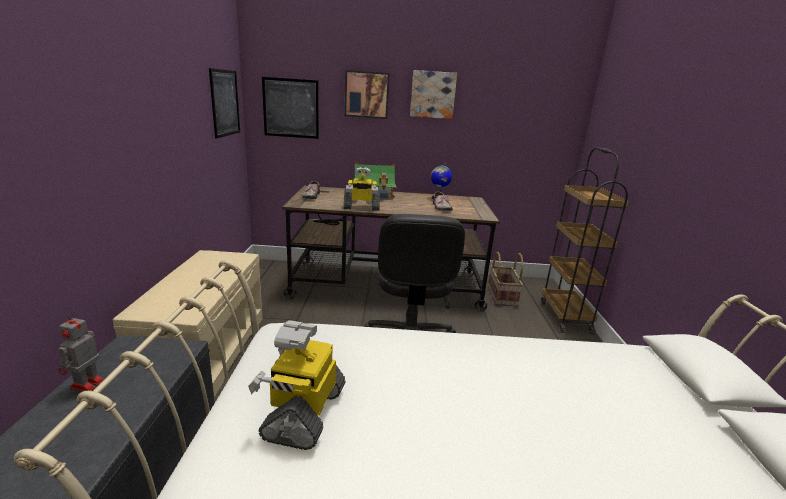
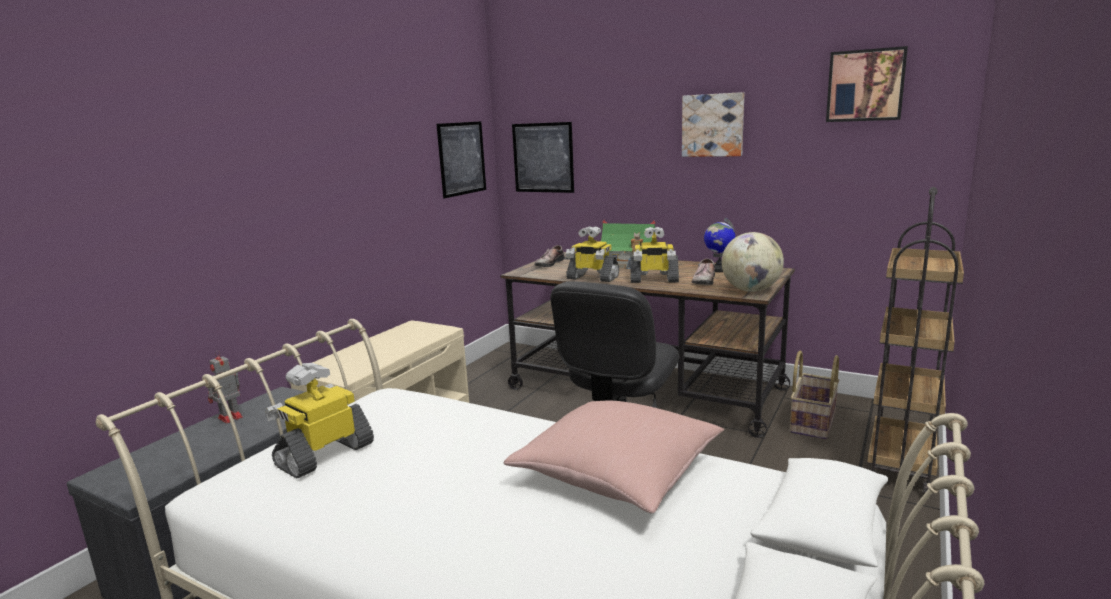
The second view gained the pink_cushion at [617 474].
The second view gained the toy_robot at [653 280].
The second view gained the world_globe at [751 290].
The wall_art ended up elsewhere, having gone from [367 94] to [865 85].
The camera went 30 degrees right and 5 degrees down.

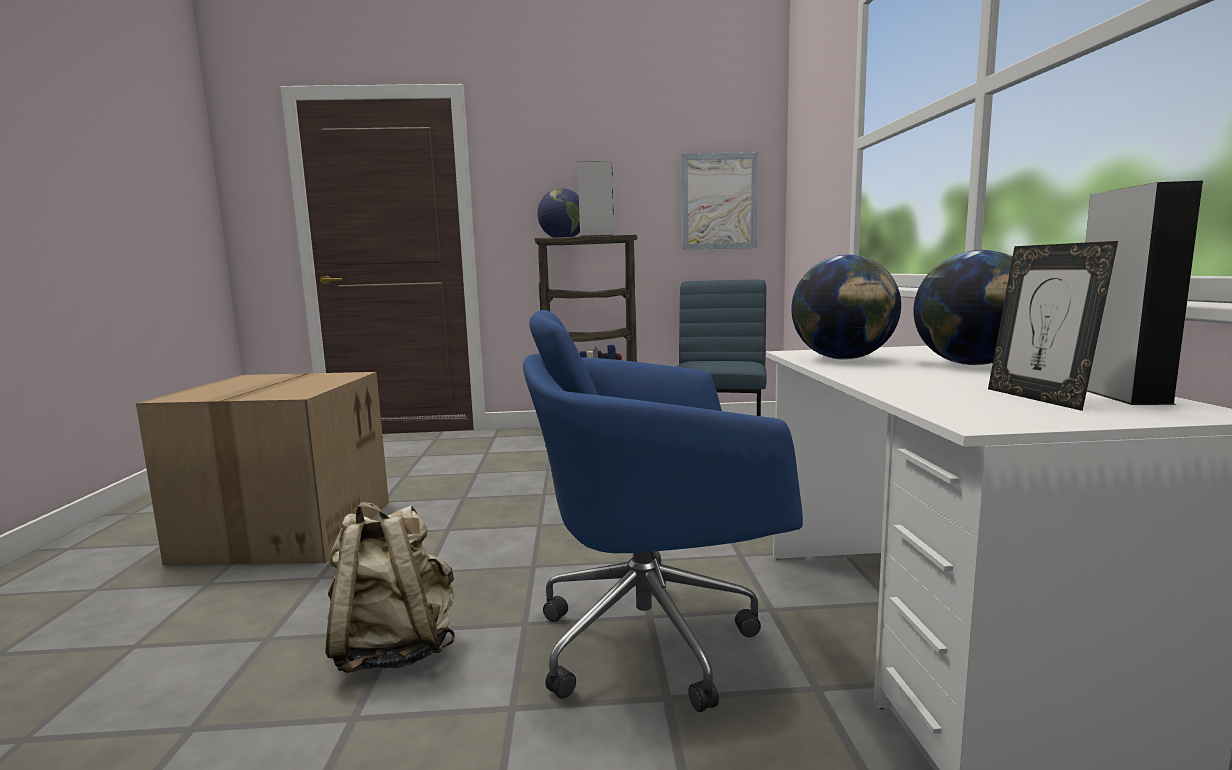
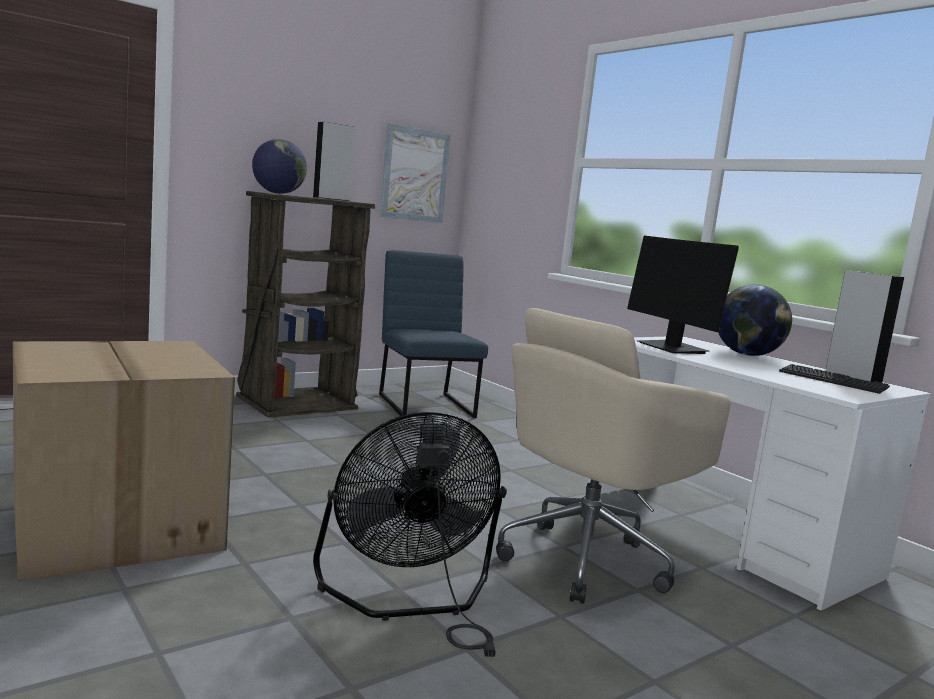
Where the beige_rucksack stood at [394 650], the black_cooling_fan came to stand at [420 602].
Where the world_globe stood at [843 359], the computer_screen came to stand at [671 348].
Where the photo_frame stood at [1039 398], the keyboard came to stand at [832 381].
What was the bluish_desk_chair at [657 641] turned into the beige_desk_chair at [589 560].
The camera went 35 degrees left and 0 degrees up.

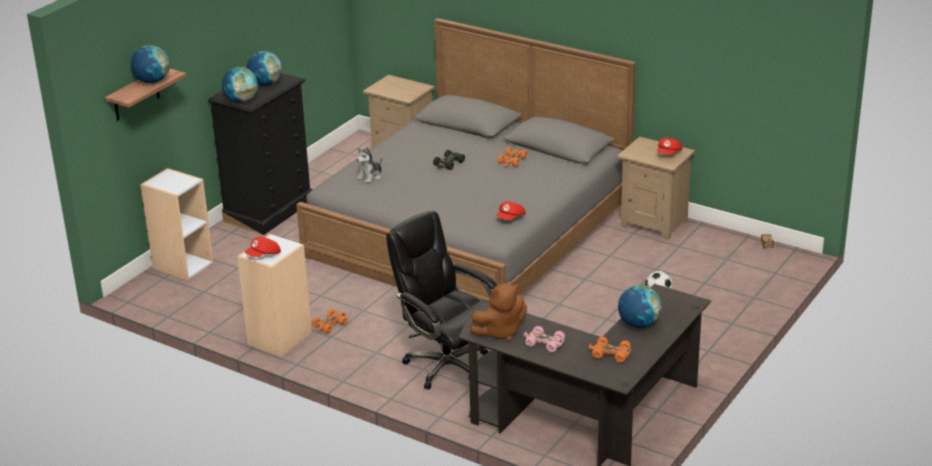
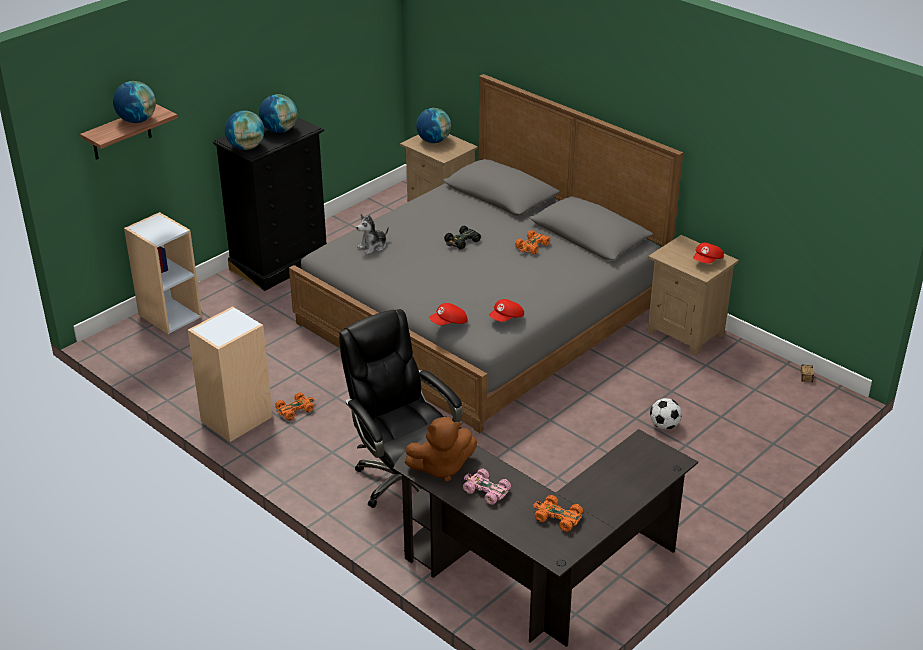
The red_peaked_cap ended up elsewhere, having gone from [264 255] to [449 323].
The world_globe ended up elsewhere, having gone from [639 324] to [433 141].
The camera went 10 degrees right and 5 degrees up.

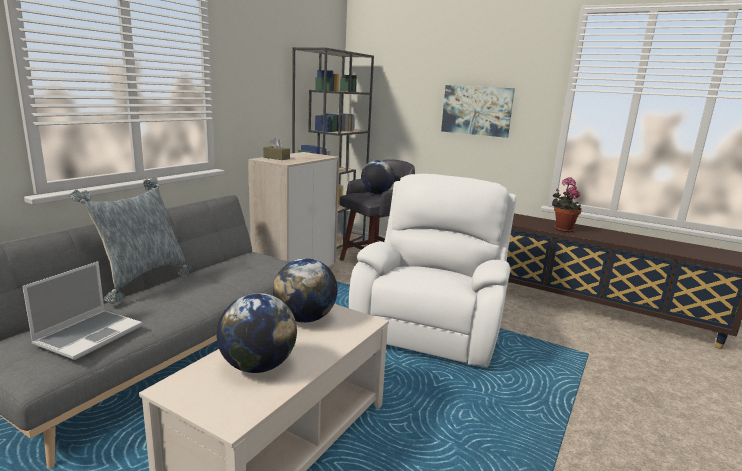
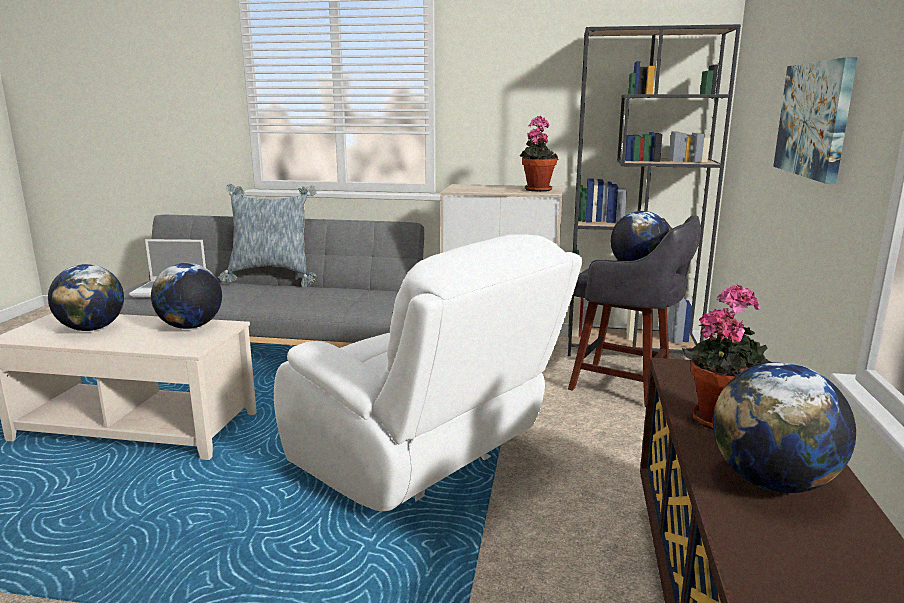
The second view lost the brown_tissue_box at [276 158].
The second view gained the houseplant at [537 189].
The second view gained the world_globe at [772 482].
The whitish_easy_chair at [430 329] ended up facing another way, 45 degrees clockwise from before.
The camera went 70 degrees right and 0 degrees up.

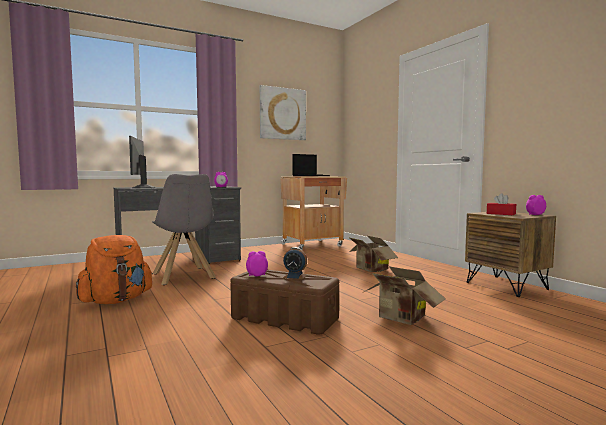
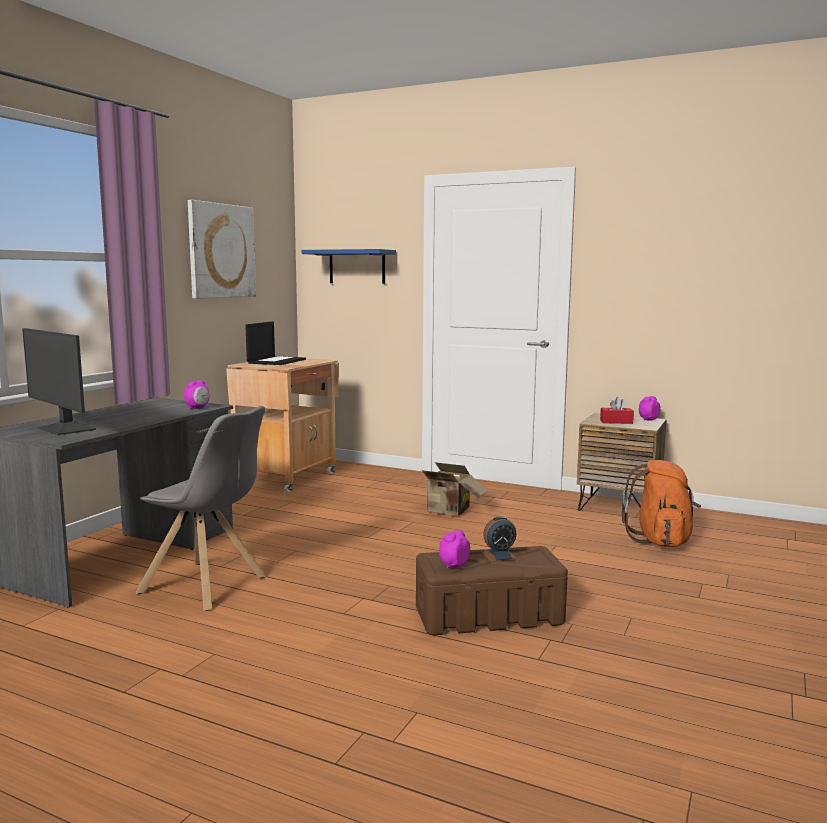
The second view lost the packing_box at [401 319].
The second view gained the bluish_shelf at [357 267].
The orange_rucksack ended up elsewhere, having gone from [116 300] to [660 541].
The camera went 35 degrees left and 5 degrees up.

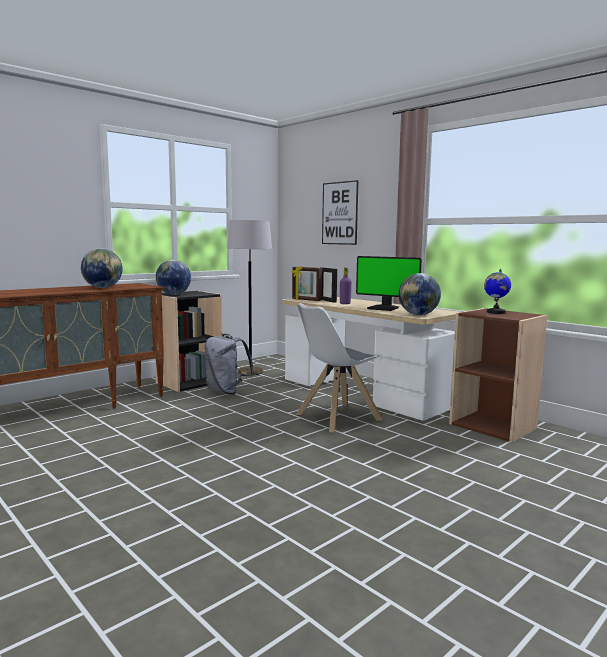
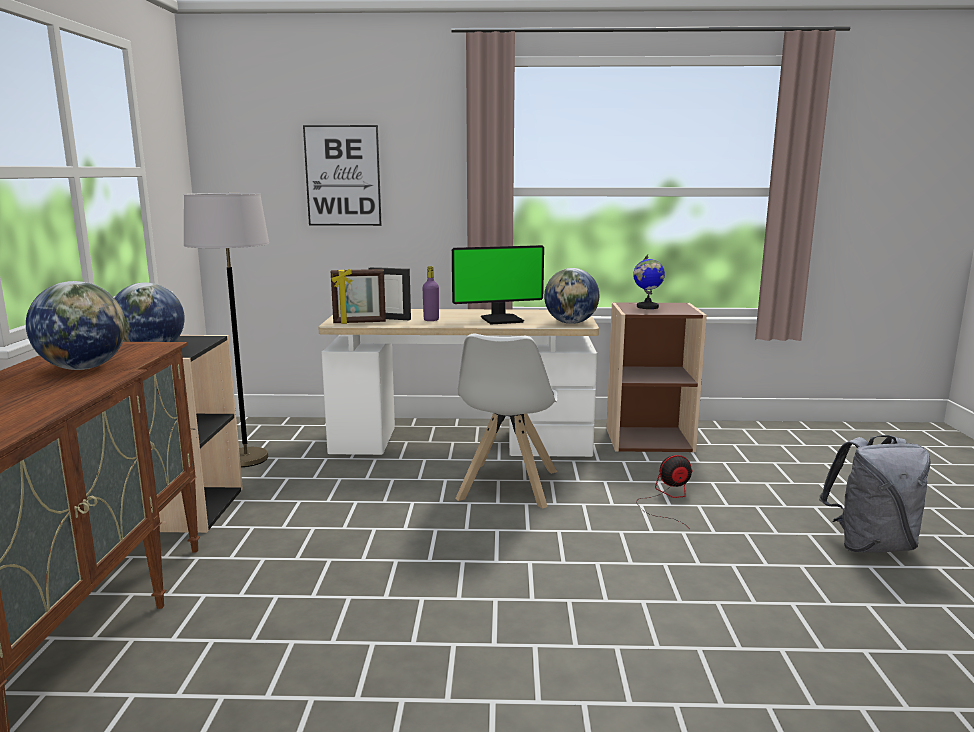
The second view gained the cooling_fan at [668 499].
The greyish_rucksack ended up elsewhere, having gone from [227 392] to [870 545].
The camera went 45 degrees left and 5 degrees up.

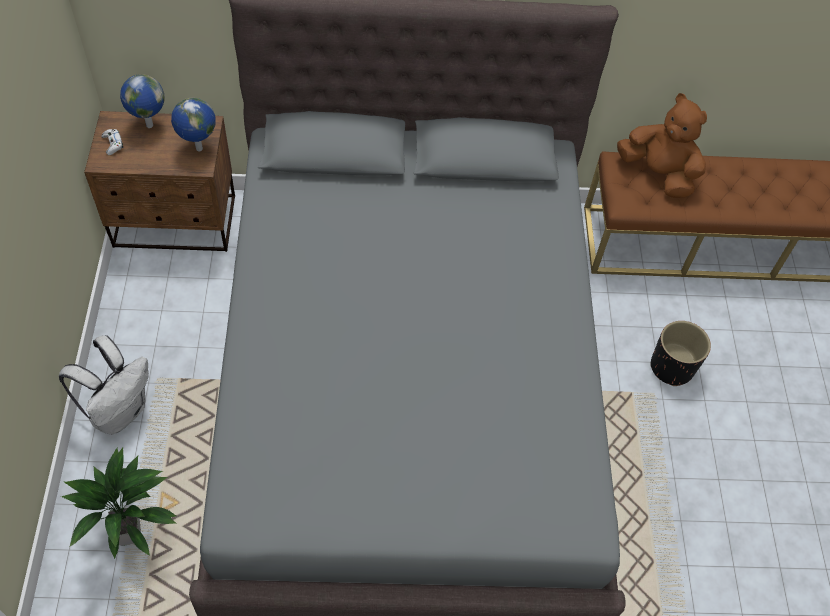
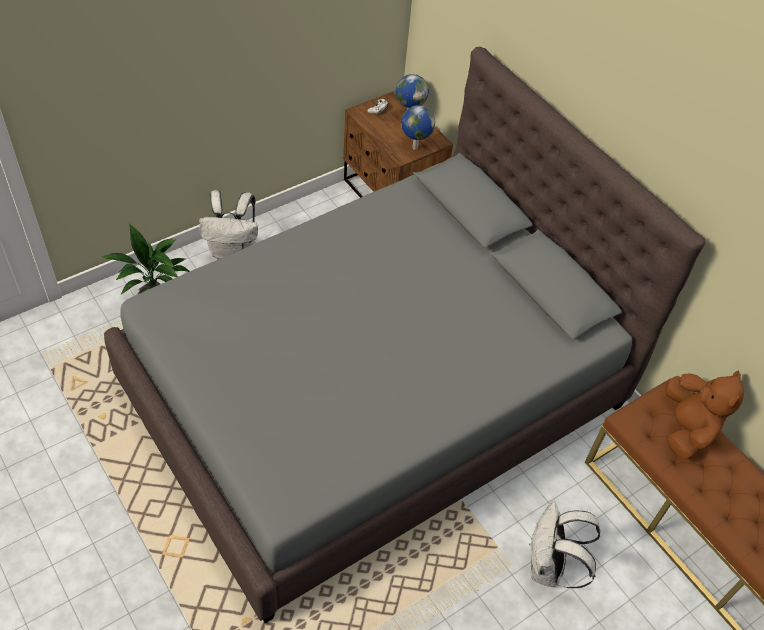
Where the black_flower_pot stood at [672 367], the whitish_rucksack came to stand at [548 567].
The camera went 55 degrees right and 5 degrees down.

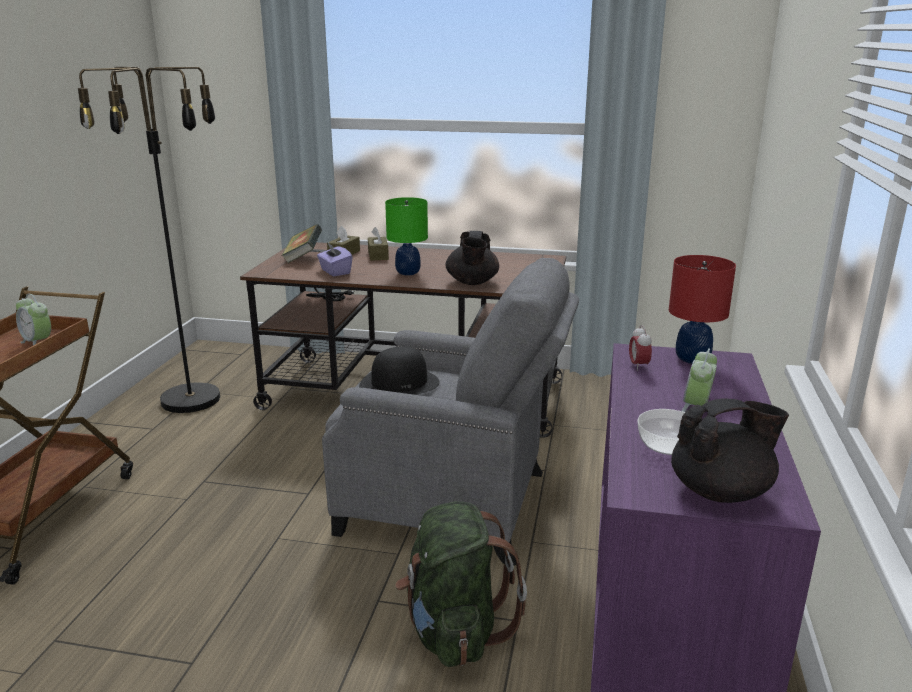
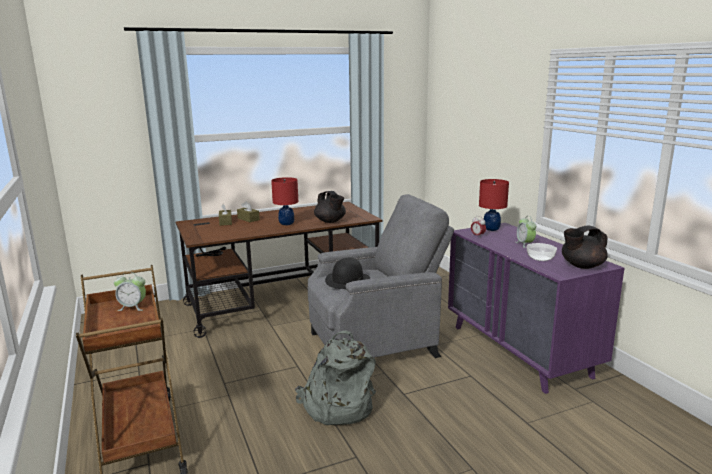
The second view lost the standing_lamp at [189 400].
The second view lost the volume at [303 258].
The second view lost the purple-coloured_tissue_box at [335 272].
The second view lost the greenish_rucksack at [454 631].
The second view gained the greyish_rucksack at [336 406].
What was the greenish_lamp_for_a_table at [408 273] turned into the red_lamp_for_a_table at [287 224].
The black_teapot at [721 491] ended up facing another way, 150 degrees counterclockwise from before.
The camera went 35 degrees left and 5 degrees down.

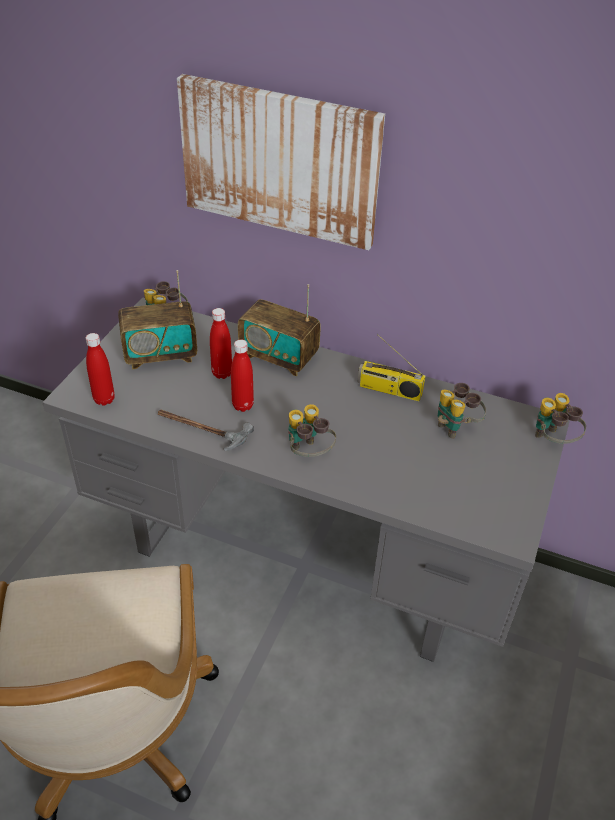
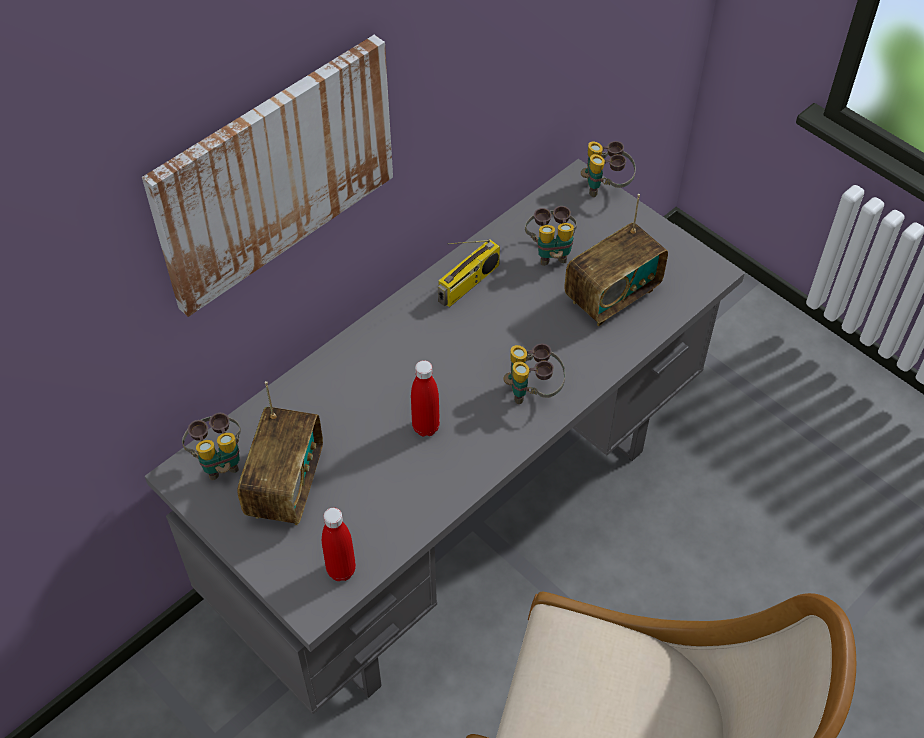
The second view lost the tool_hammer at [200 429].
The second view lost the red_beverage_bottle at [222 373].
The radio_set ended up elsewhere, having gone from [279 357] to [612 295].
The camera went 65 degrees left and 10 degrees up.

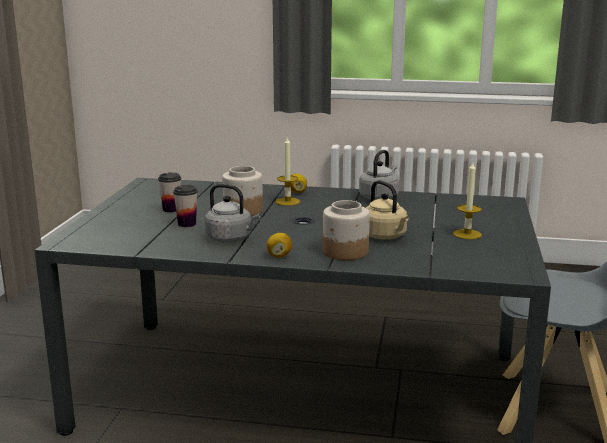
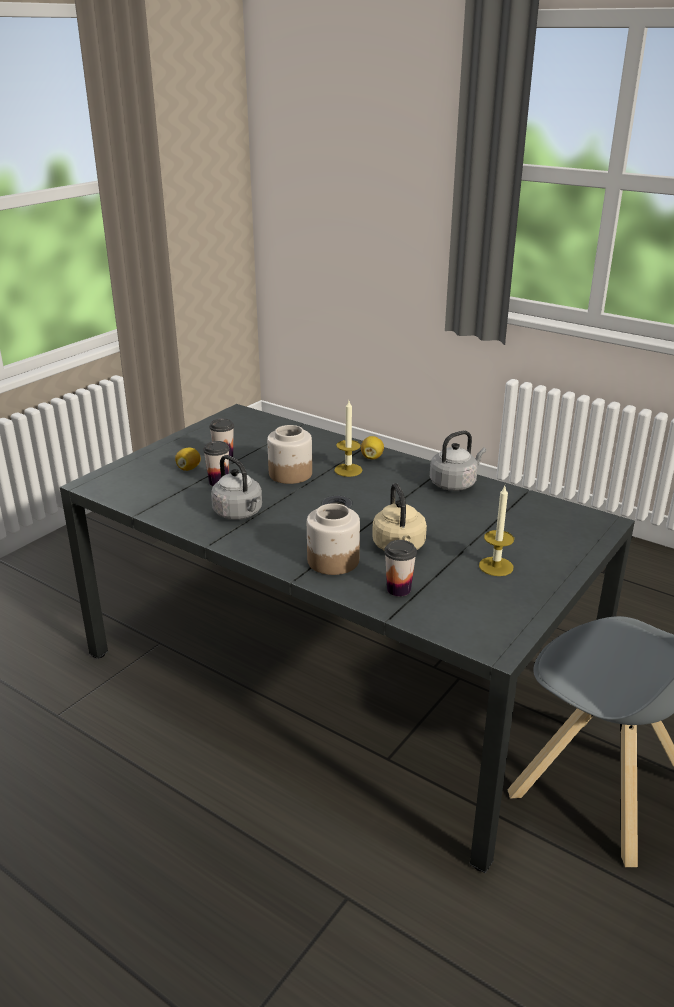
The second view gained the cup at [398 589].
The citrus_fruit ended up elsewhere, having gone from [279 256] to [188 468].
The camera went 25 degrees right and 10 degrees up.

